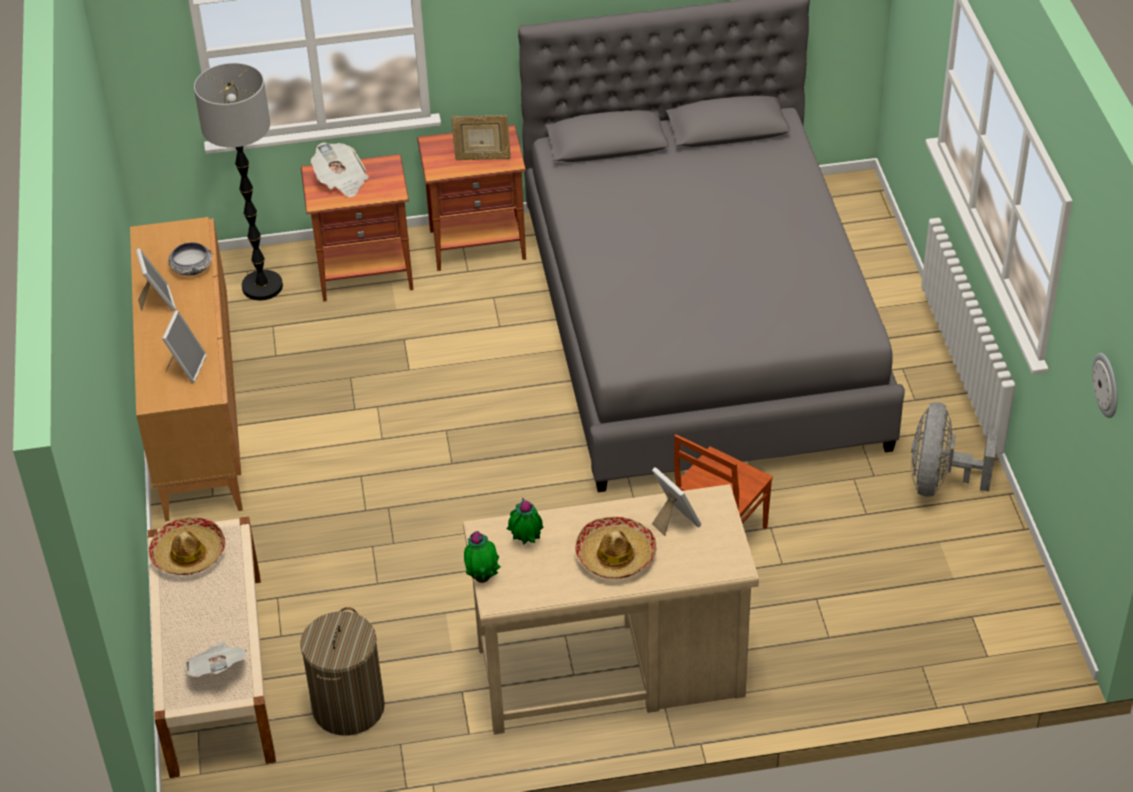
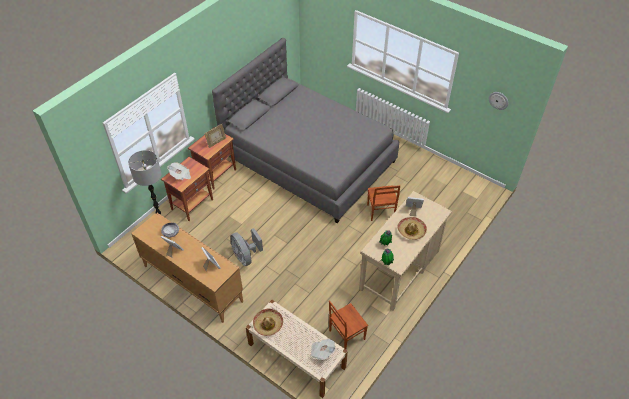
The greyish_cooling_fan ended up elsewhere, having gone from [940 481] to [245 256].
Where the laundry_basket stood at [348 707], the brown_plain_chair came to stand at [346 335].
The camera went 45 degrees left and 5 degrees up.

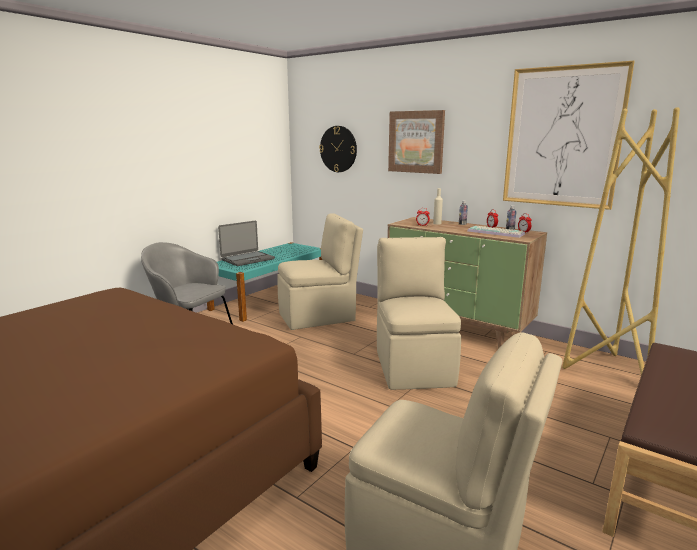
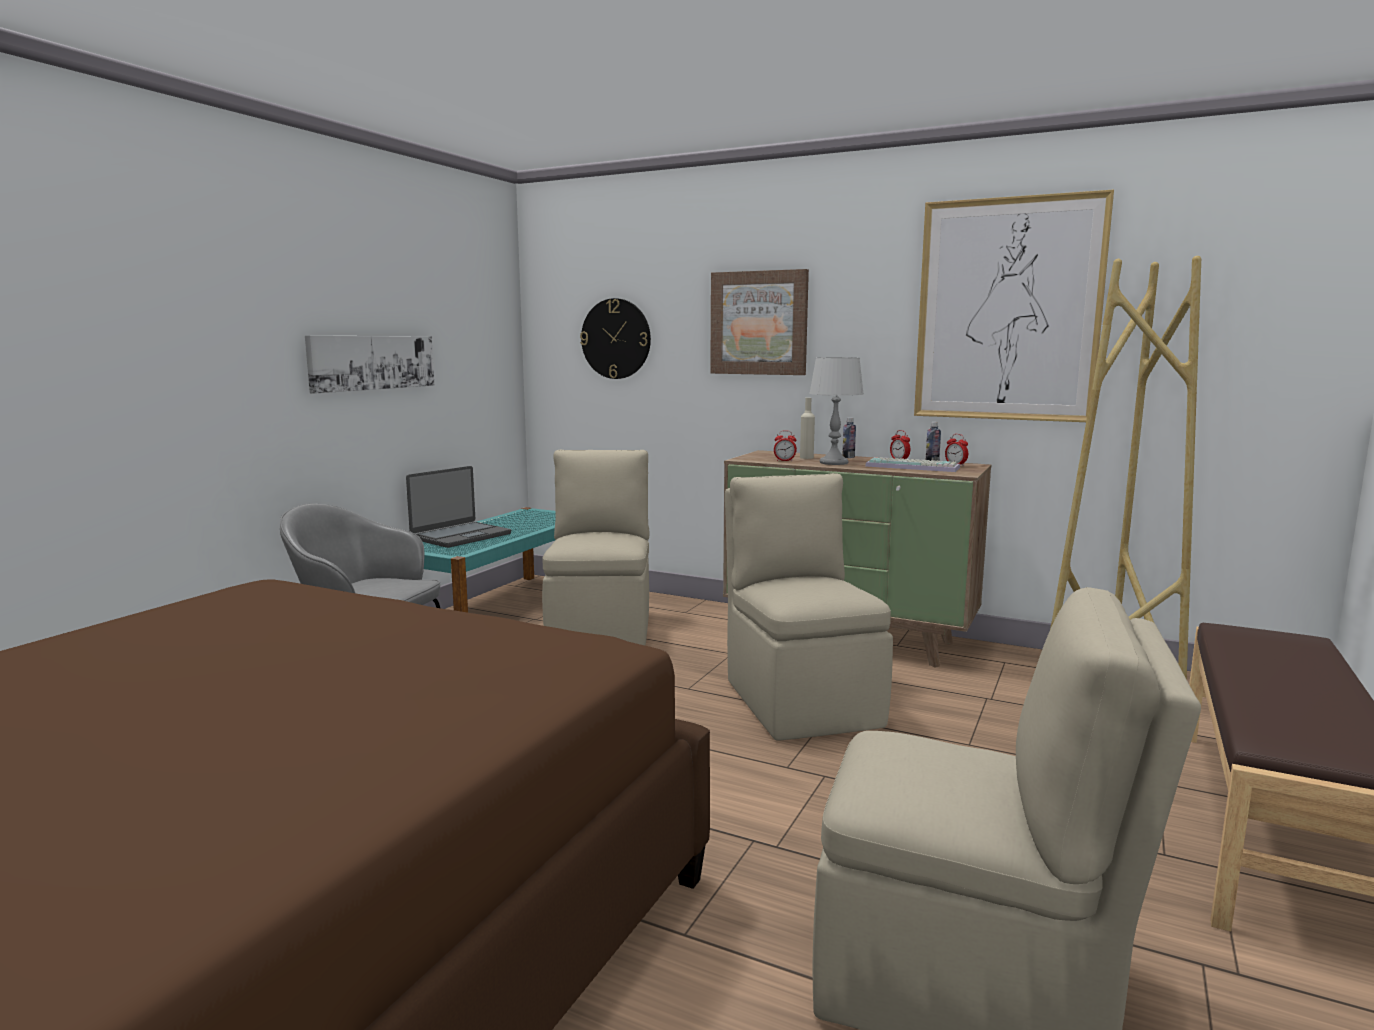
The second view gained the wall_art at [372 362].
The second view gained the greyish_lamp_for_a_table at [833 462].
The beige_plain_chair at [318 316] ended up facing another way, 60 degrees counterclockwise from before.
The camera went 10 degrees left and 5 degrees down.

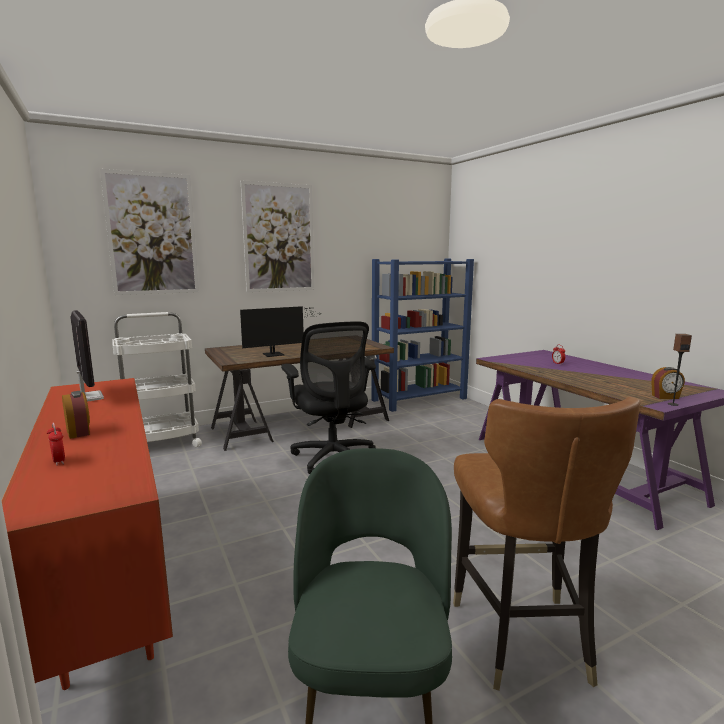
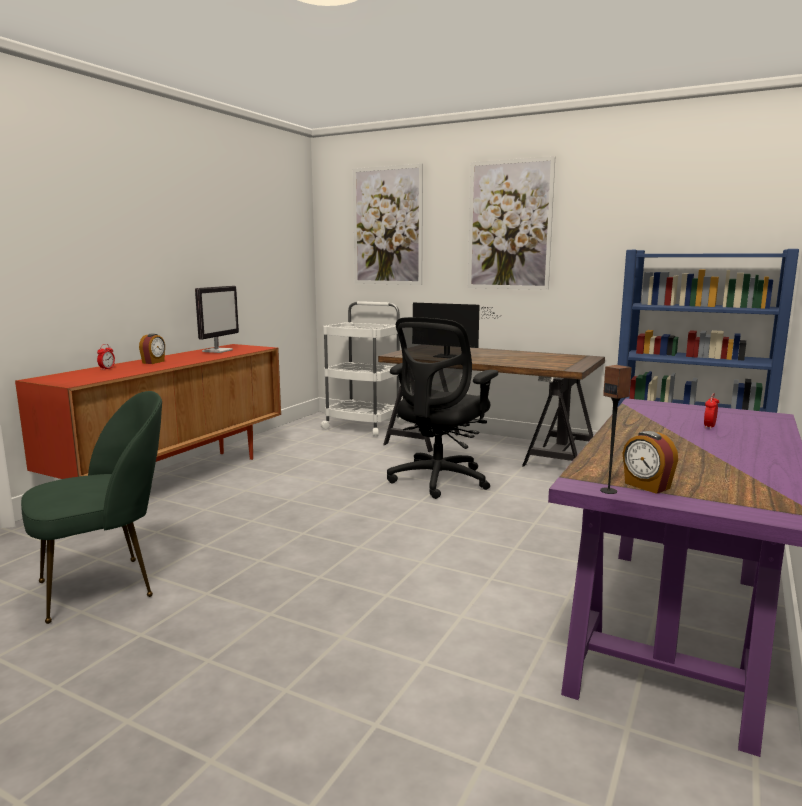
The second view lost the brown_plain_chair at [521 637].
The camera went 55 degrees right and 0 degrees up.

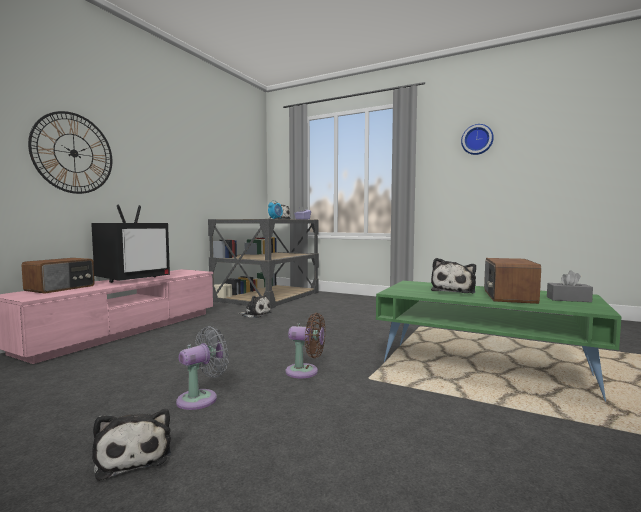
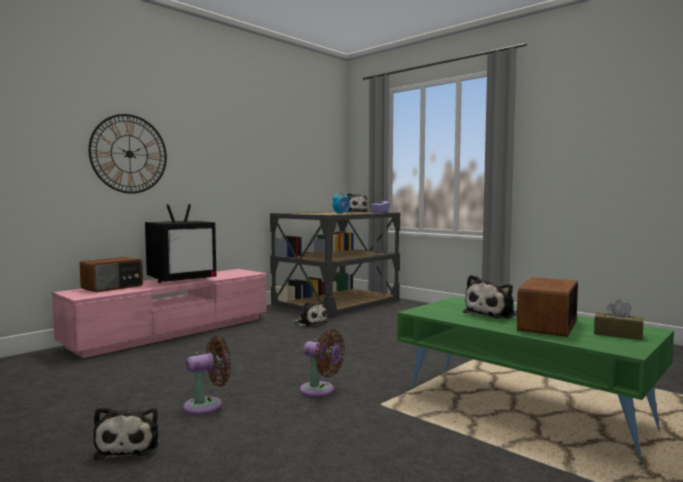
The second view lost the wall_clock at [477 140].
What was the greyish_cooling_fan at [201 398] turned into the brown_cooling_fan at [207 405].
What was the greyish_tissue_box at [568 299] turned into the brown_tissue_box at [617 334].
The camera went 15 degrees right and 0 degrees up.

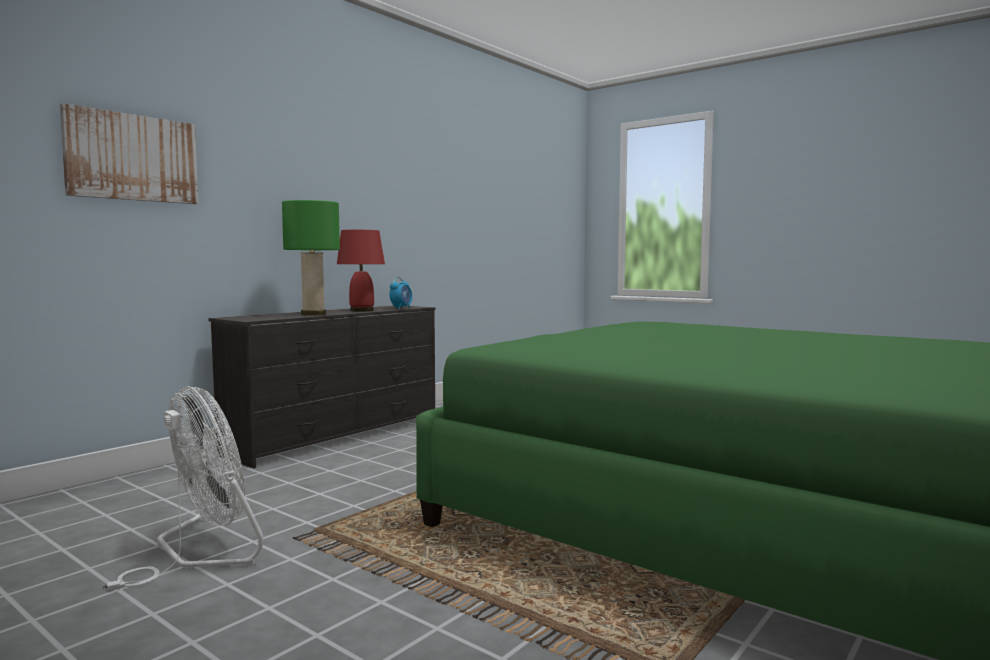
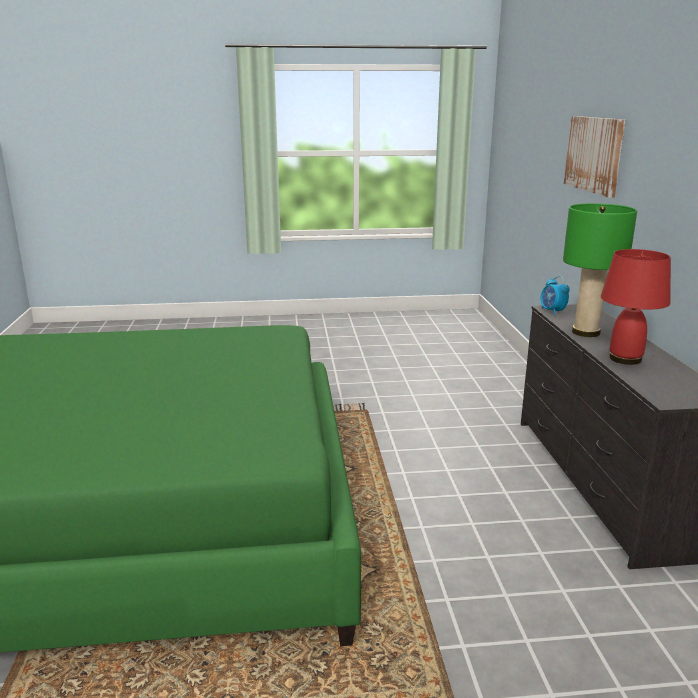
The second view lost the whitish_cooling_fan at [194 551].
The table_clock ended up elsewhere, having gone from [401 308] to [552 311].
The camera went 135 degrees right and 15 degrees up.

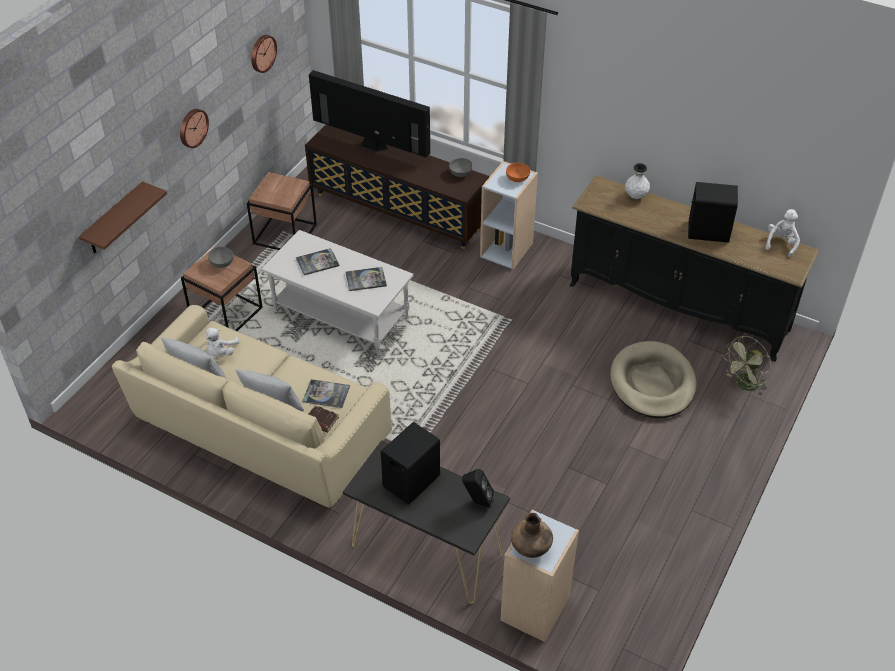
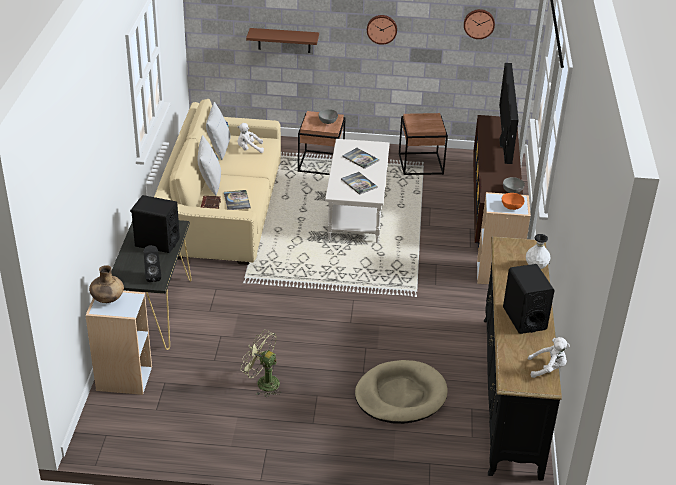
The greenish_cooling_fan ended up elsewhere, having gone from [744 385] to [263 382].
The camera went 65 degrees right and 10 degrees down.

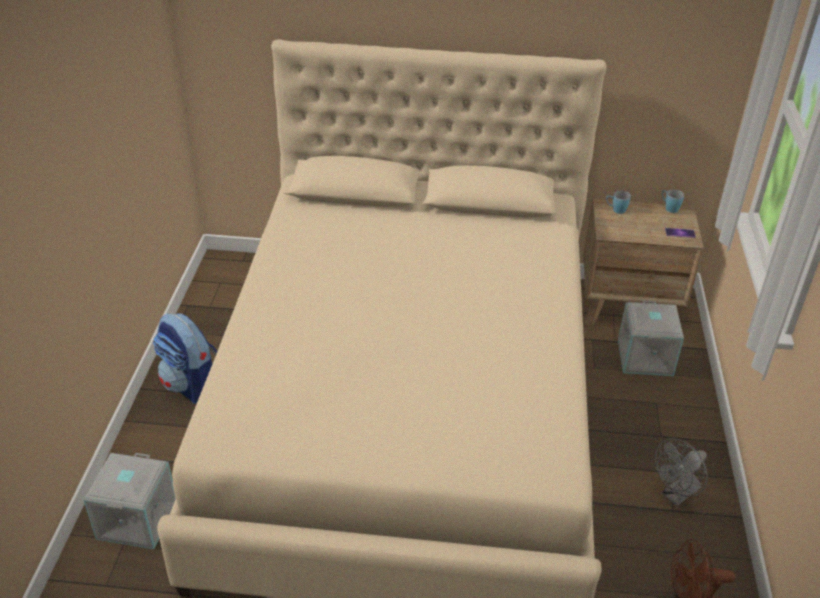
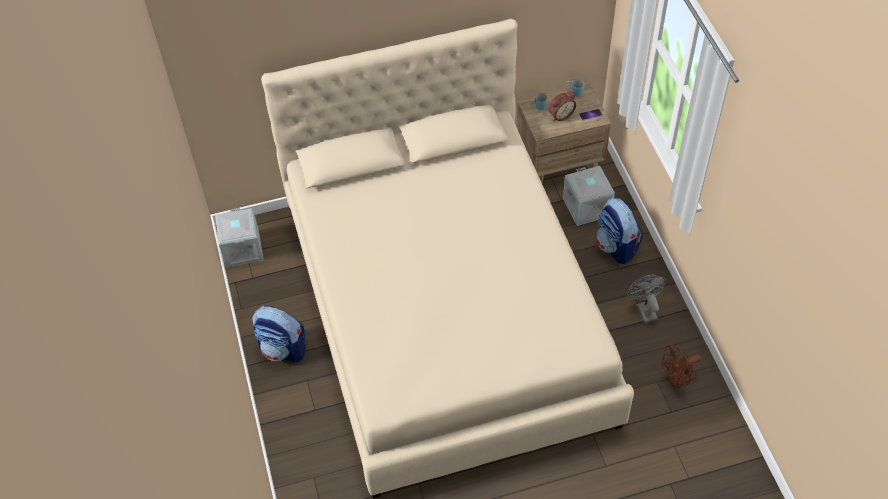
The second view gained the table_clock at [560 114].
The second view gained the rucksack at [616 246].
The greyish_storage_container ended up elsewhere, having gone from [136 519] to [241 248].
The greyish_cooling_fan at [676 495] ended up facing another way, 135 degrees clockwise from before.
The camera went 20 degrees left and 15 degrees up.

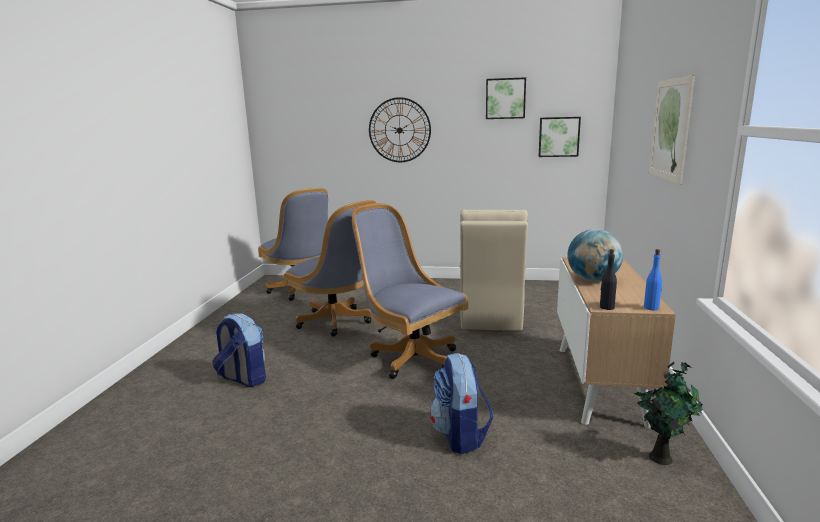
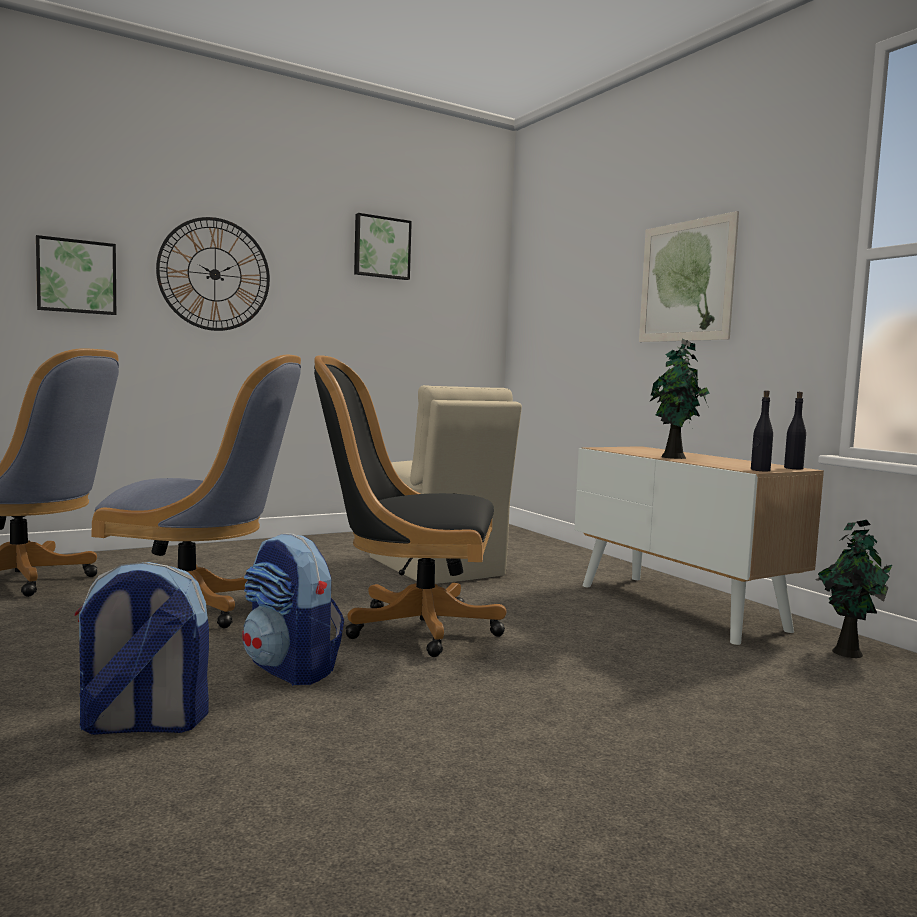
The rucksack ended up elsewhere, having gone from [460 435] to [291 669].
The wall_art ended up elsewhere, having gone from [558 137] to [76 276].
Where the world_globe stood at [592 280], the houseplant came to stand at [675 457].
What was the bluish_desk_chair at [408 357] turned into the black_desk_chair at [408 628].
What was the bluish_beverage_bottle at [651 308] turned into the black_beverage_bottle at [793 468].
The camera went 40 degrees left and 10 degrees down.

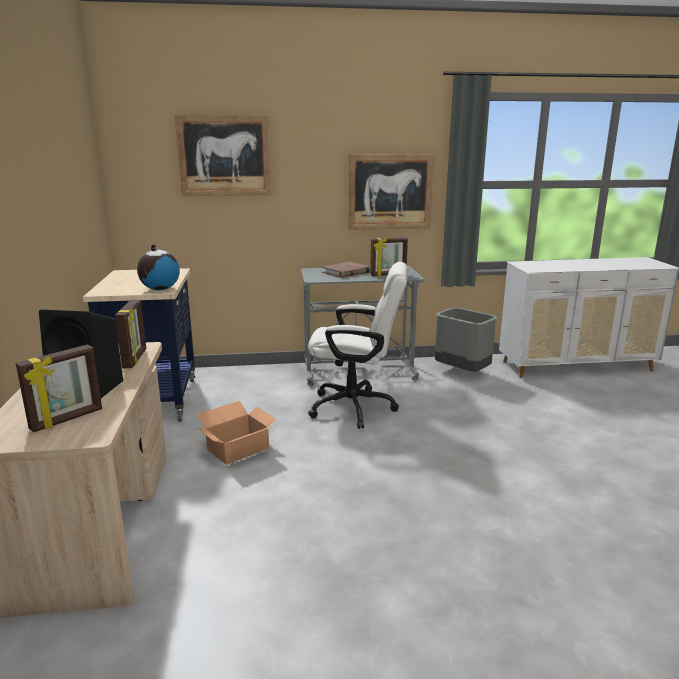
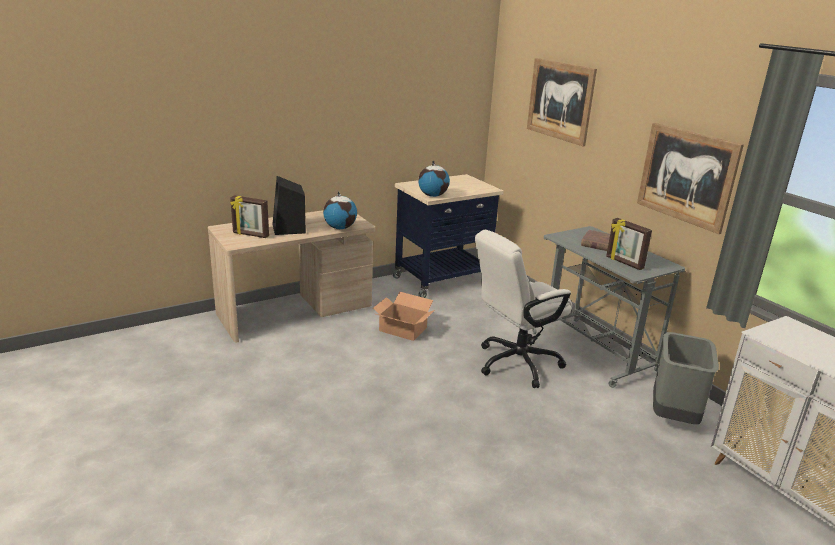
Where the photo_frame stood at [135 359], the world_globe came to stand at [340 228].
The whitish_desk_chair at [357 408] ended up facing another way, 75 degrees clockwise from before.
The camera went 65 degrees right and 5 degrees up.

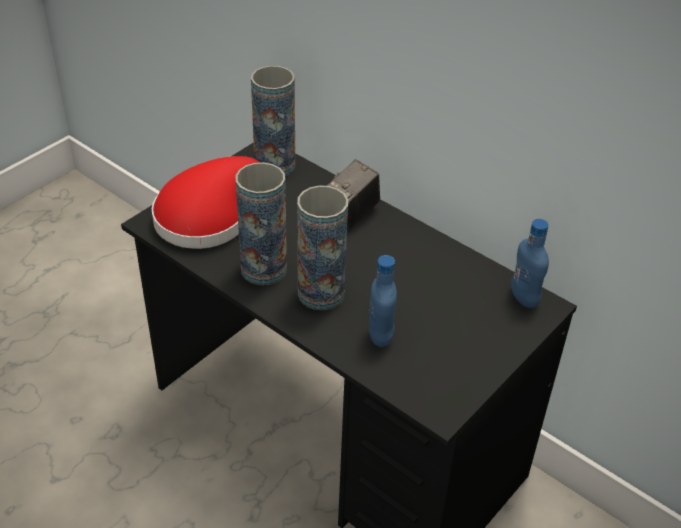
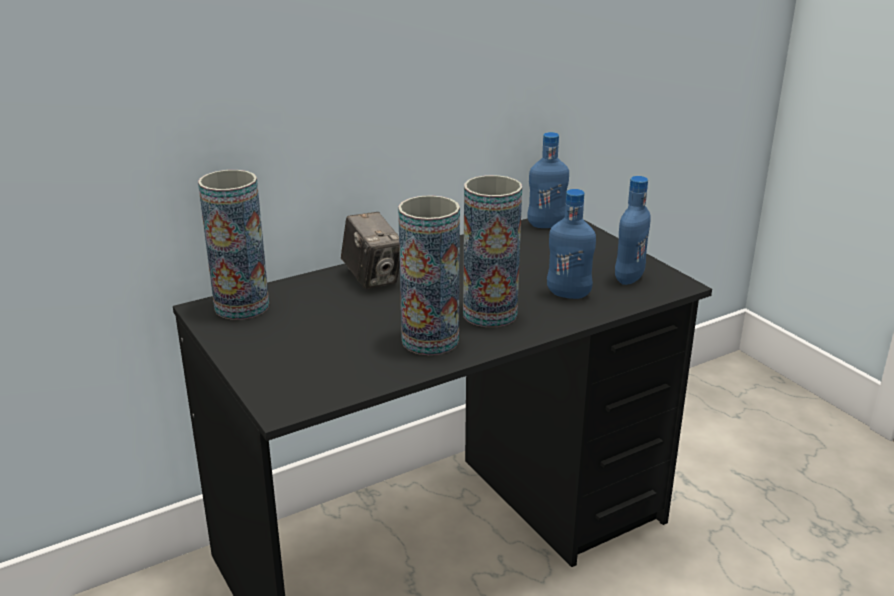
The second view lost the red_hat at [208 216].
The second view gained the bluish_beverage_bottle at [629 278].
The camera went 70 degrees left and 15 degrees down.

